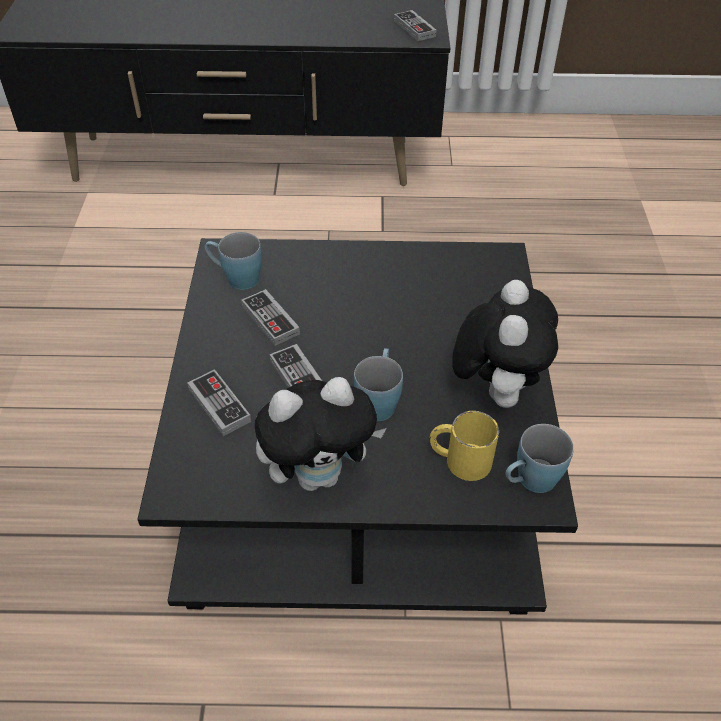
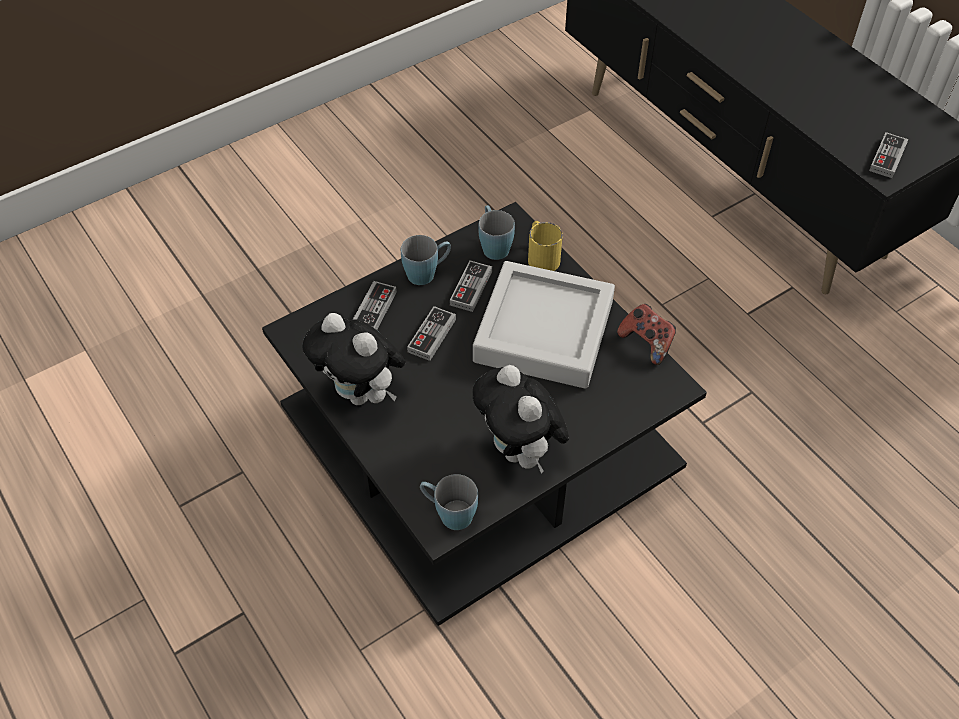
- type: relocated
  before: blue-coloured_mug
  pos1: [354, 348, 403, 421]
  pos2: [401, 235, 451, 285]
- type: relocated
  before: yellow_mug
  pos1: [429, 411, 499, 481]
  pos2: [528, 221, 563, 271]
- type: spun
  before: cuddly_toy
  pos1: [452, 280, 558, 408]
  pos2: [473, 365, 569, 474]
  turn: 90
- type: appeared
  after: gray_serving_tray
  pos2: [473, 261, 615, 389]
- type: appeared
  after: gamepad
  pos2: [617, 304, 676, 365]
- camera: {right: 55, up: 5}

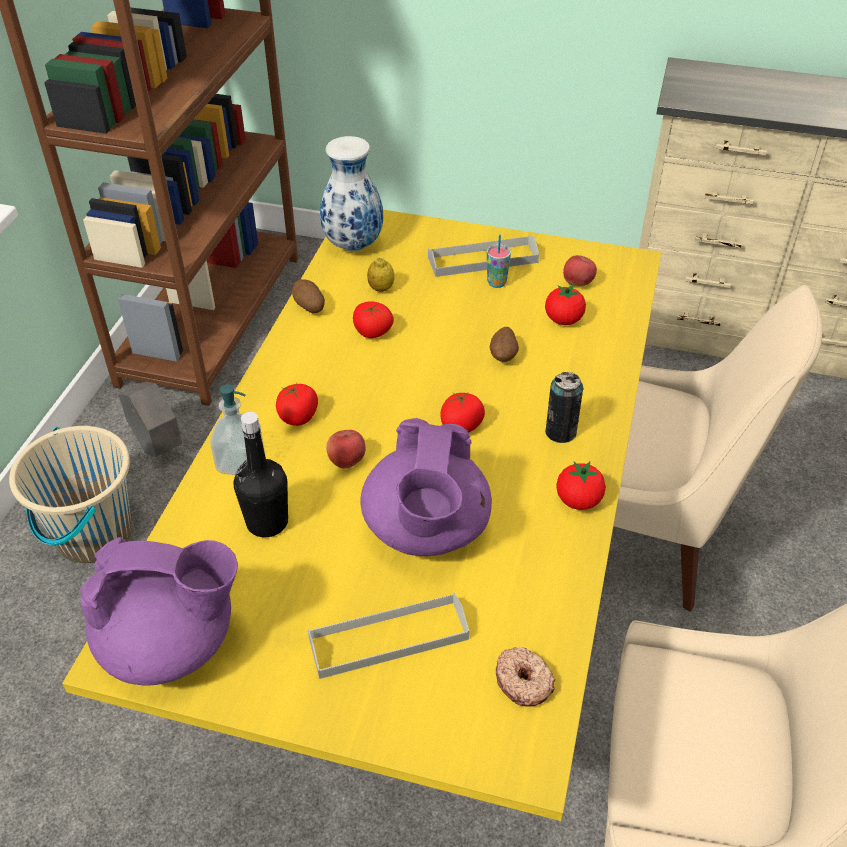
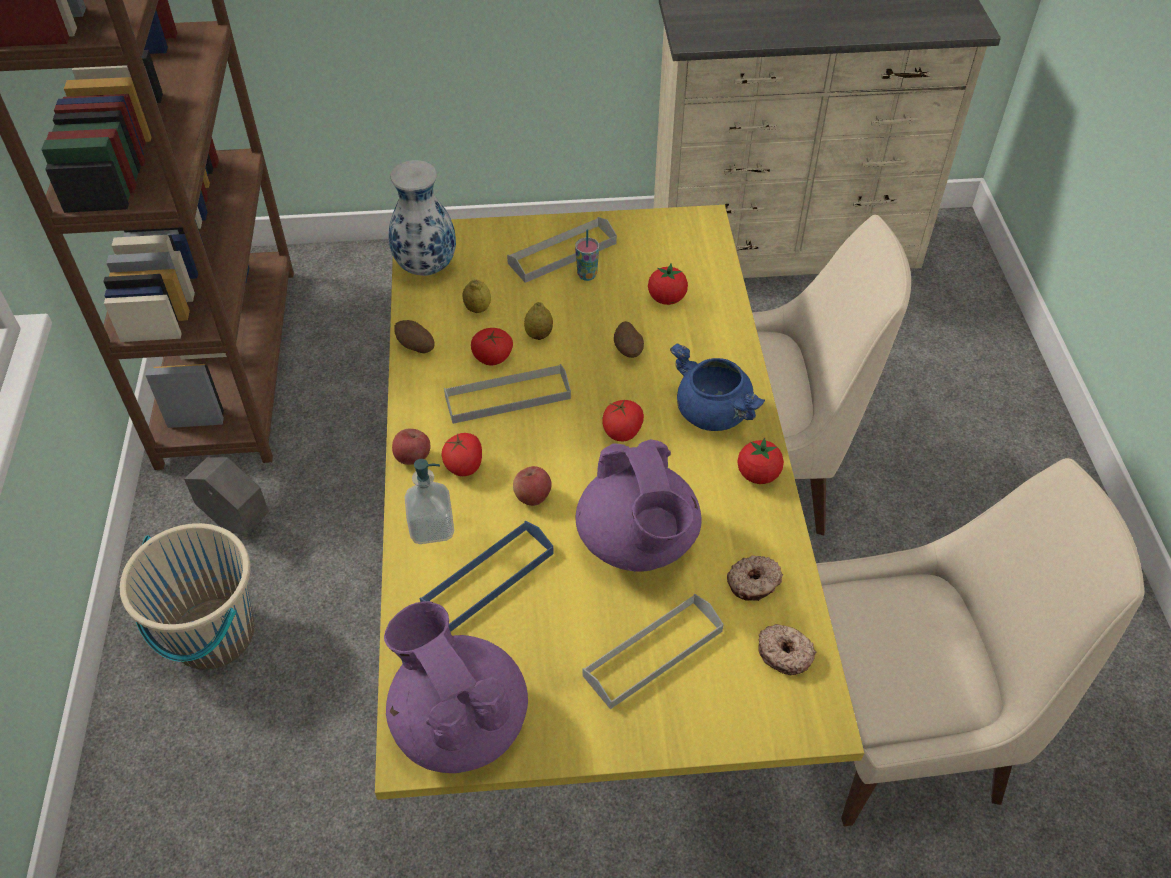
- type: spun
  before: purple-coloured_tea_pot
  pos1: [80, 537, 238, 686]
  pos2: [384, 601, 528, 773]
  turn: -105
- type: exchanged
  before: black_beverage_bottle
  after: blue-coloured_serving_tray
  pos1: [233, 412, 288, 537]
  pos2: [420, 521, 554, 632]
- type: exchanged
  before: metal_can
  after: blue-coloured_cooking_pot
  pos1: [545, 372, 584, 443]
  pos2: [670, 343, 765, 431]
- type: relocated
  before: whole_apple
  pos1: [563, 255, 597, 286]
  pos2: [392, 429, 430, 465]
- type: appeared
  after: gray_serving_tray
  pos2: [444, 364, 571, 424]
- type: appeared
  after: whole_lemon
  pos2: [524, 302, 553, 340]
- type: appeared
  after: doughnut
  pos2: [727, 555, 783, 601]
- camera: {right: -20, up: 5}

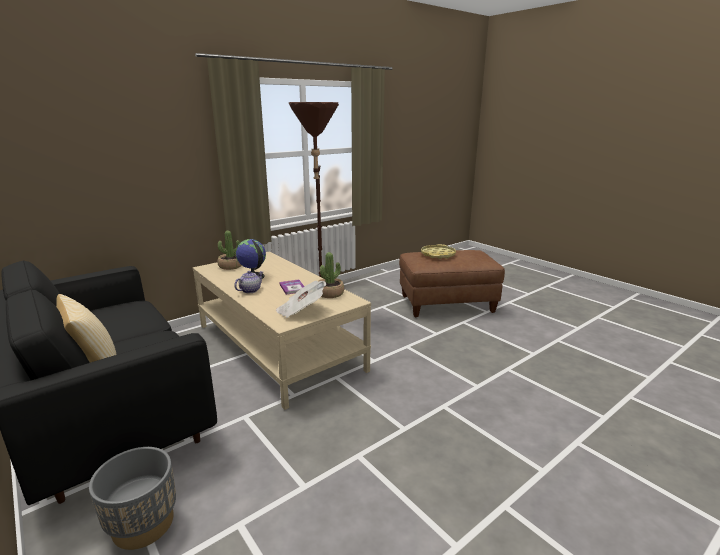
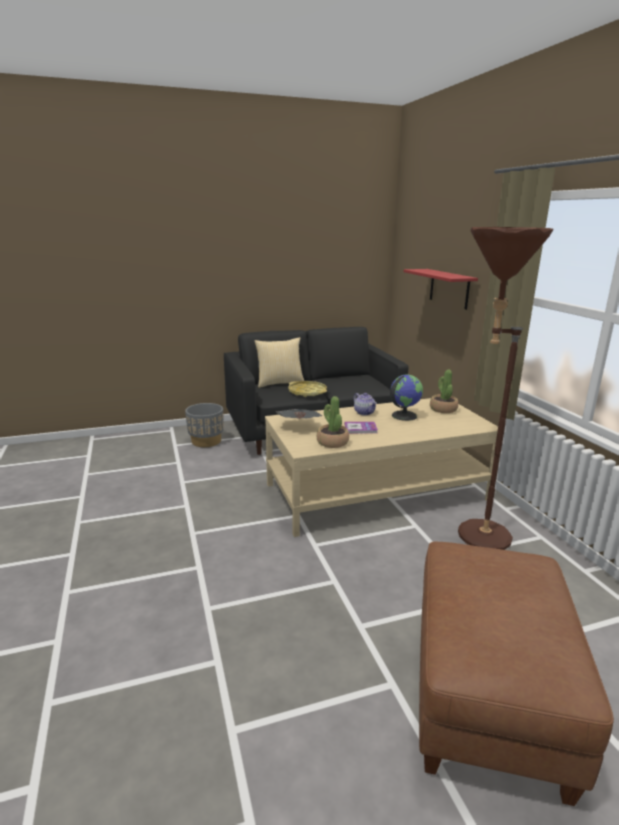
- type: relocated
  before: yellow_serving_tray
  pos1: [421, 244, 456, 259]
  pos2: [288, 381, 327, 397]
- type: appeared
  after: red_wall_shelf
  pos2: [404, 269, 478, 310]
- camera: {right: 110, up: 0}

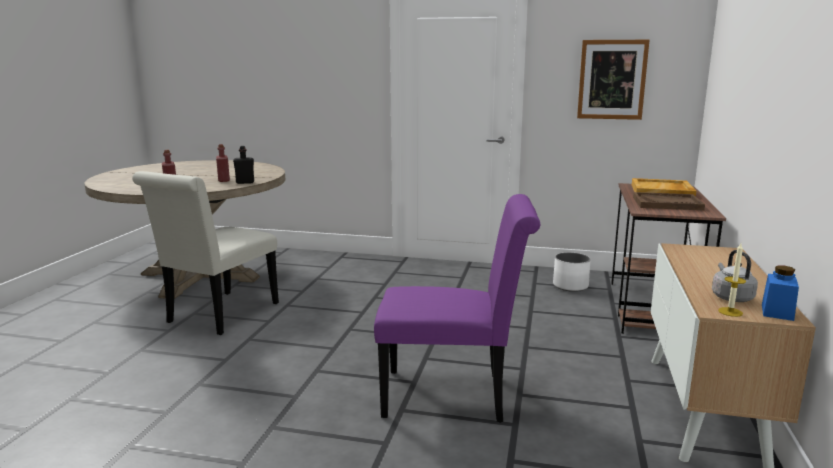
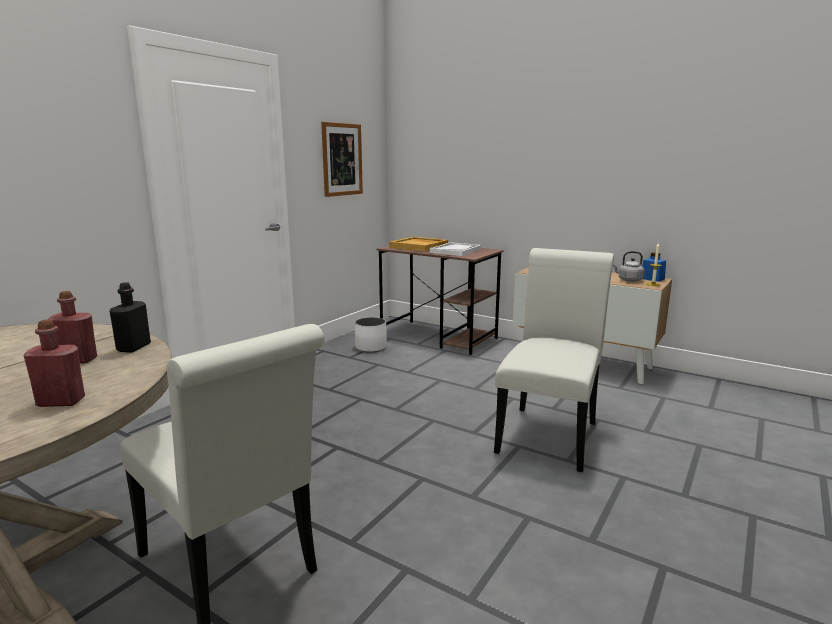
- type: colour
  before: purple-coloured_upright_chair
  after: white-coloured_upright_chair
  pos1: [374, 194, 540, 423]
  pos2: [494, 248, 614, 472]
- type: colour
  before: brown_serving_tray
  after: white-coloured_serving_tray
  pos1: [633, 192, 705, 210]
  pos2: [430, 242, 481, 256]
- camera: {right: -70, up: 0}

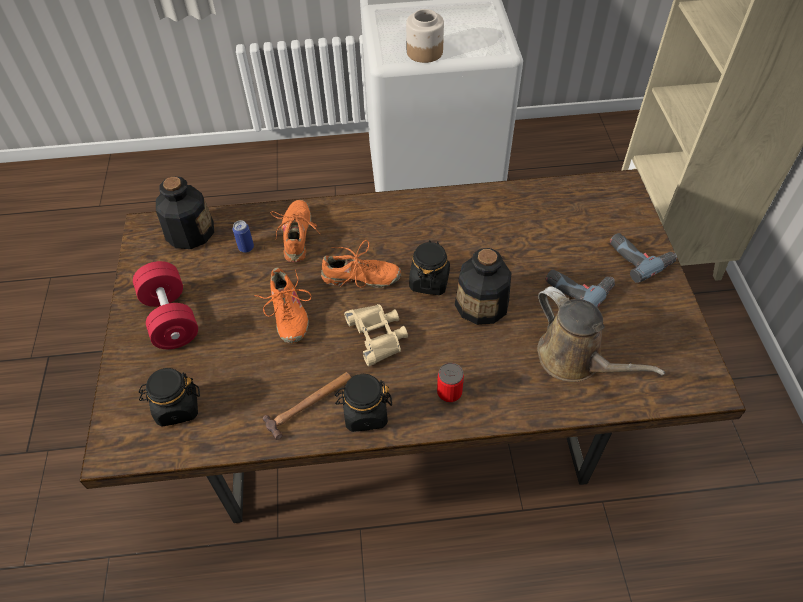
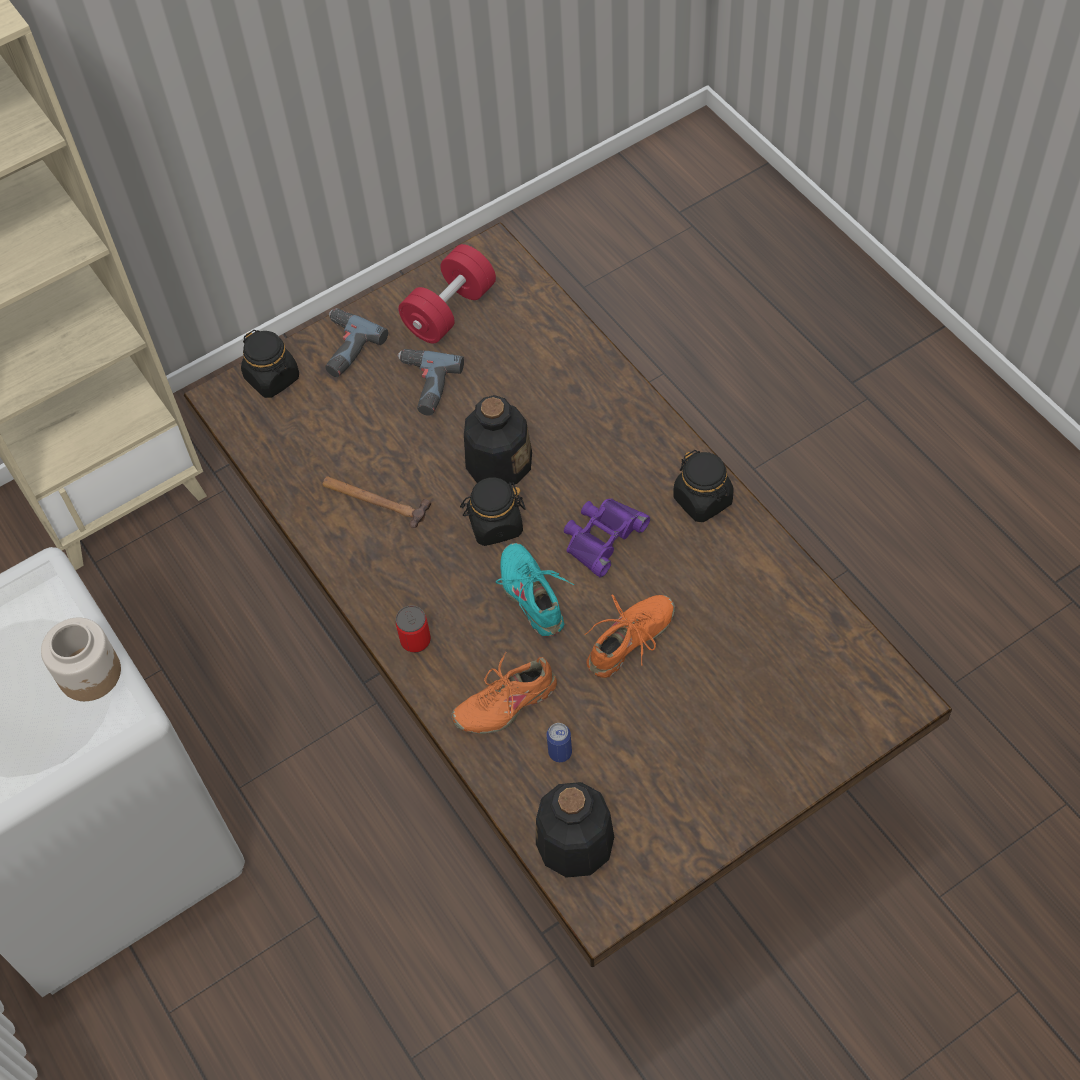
- type: relocated
  before: red_hand_weight
  pos1: [133, 261, 198, 349]
  pos2: [398, 244, 496, 343]
- type: relocated
  before: black_preserve_jar
  pos1: [139, 368, 200, 427]
  pos2: [241, 330, 299, 398]
- type: relocated
  before: hammer
  pos1: [263, 372, 351, 440]
  pos2: [322, 476, 431, 528]
- type: colour
  before: orangey_low_shoe
  after: blue-green_low_shoe
  pos1: [321, 240, 401, 288]
  pos2: [496, 543, 574, 637]
- type: colour
  before: beige_binoculars
  after: purple-coloured_binoculars
  pos1: [344, 304, 408, 366]
  pos2: [564, 499, 650, 578]
- type: relocated
  before: metal_can
  pos1: [437, 363, 464, 402]
  pos2: [396, 605, 431, 653]
- type: missing
  before: brown_sprinkling_can
  pos1: [537, 286, 666, 382]
- camera: {right: -115, up: 5}

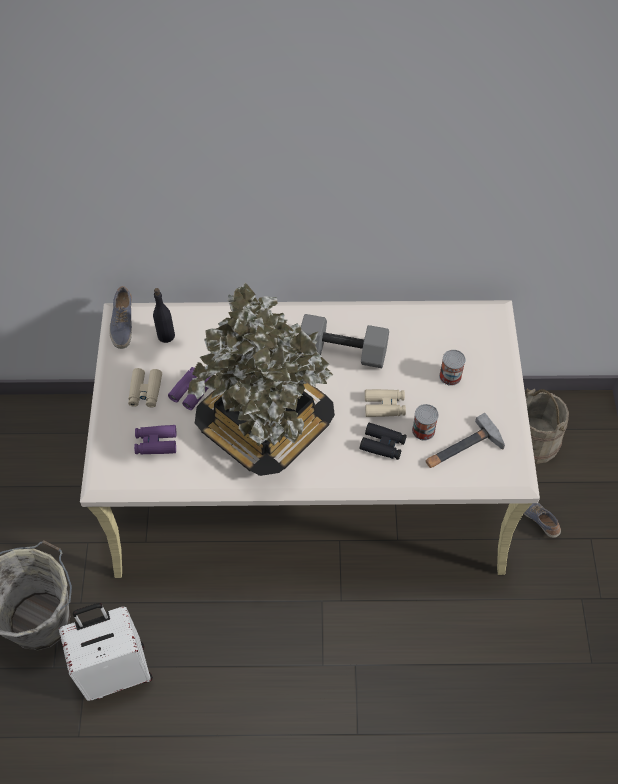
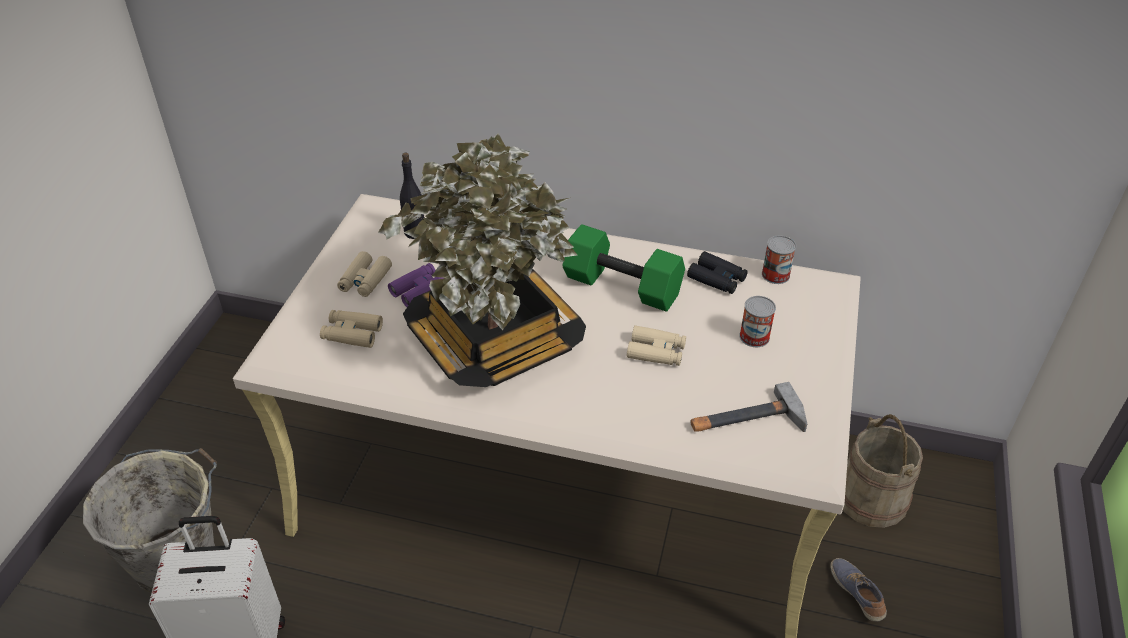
- type: missing
  before: low_shoe
  pos1: [109, 286, 132, 349]
- type: colour
  before: purple-coloured_binoculars
  after: beige_binoculars
  pos1: [134, 425, 176, 454]
  pos2: [320, 310, 383, 348]
- type: colour
  before: gray_hand_weight
  after: green-coloured_hand_weight
  pos1: [301, 314, 389, 368]
  pos2: [562, 224, 685, 312]
- type: relocated
  before: black_binoculars
  pos1: [359, 423, 407, 460]
  pos2: [687, 251, 748, 294]
- type: relocated
  before: metal_can
  pos1: [412, 404, 439, 440]
  pos2: [762, 236, 796, 284]
- camera: {right: 15, up: -15}

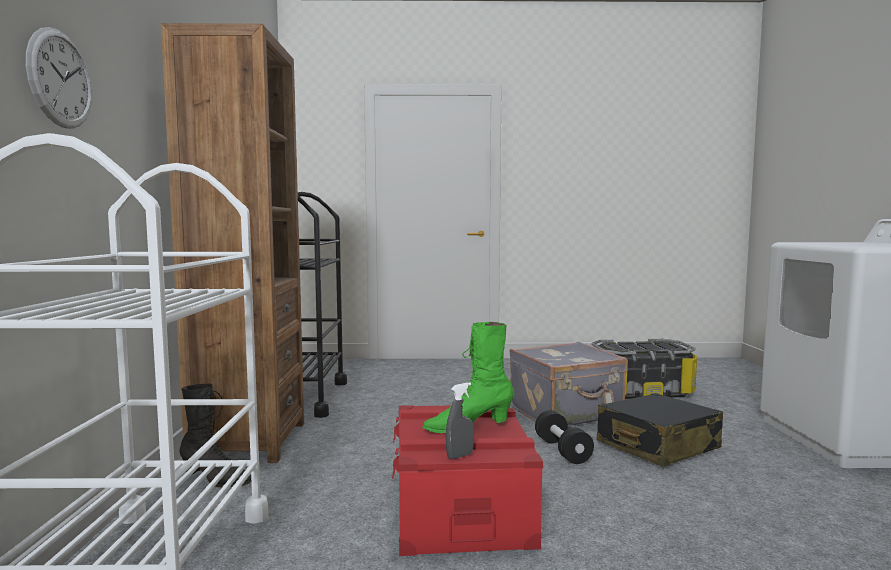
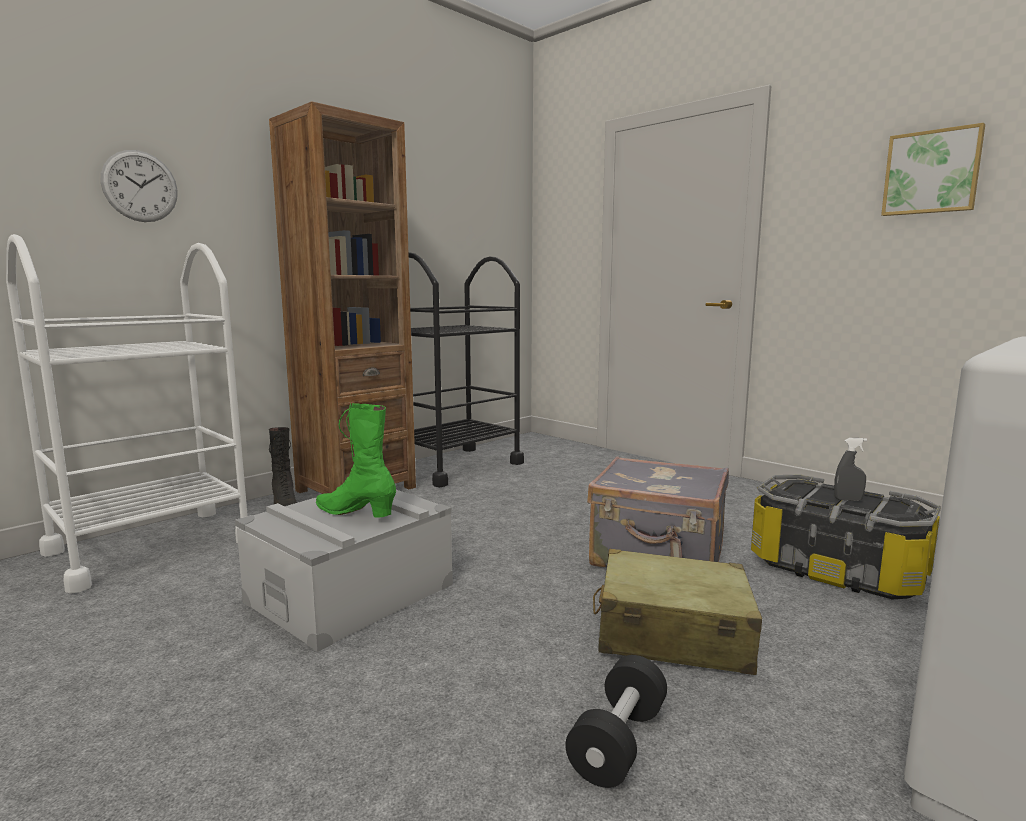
- type: colour
  before: red_storage_bin
  after: gray_storage_bin
  pos1: [392, 405, 543, 556]
  pos2: [235, 490, 453, 652]
- type: relocated
  before: gray_hand_sprayer
  pos1: [446, 382, 474, 459]
  pos2: [834, 438, 867, 501]
- type: relocated
  before: black_hand_weight
  pos1: [535, 410, 594, 464]
  pos2: [565, 655, 667, 788]
- type: colour
  before: black_piece_of_luggage
  after: beige_piece_of_luggage
  pos1: [597, 393, 723, 467]
  pos2: [593, 549, 762, 675]
- type: appeared
  after: wall_art
  pos2: [881, 123, 985, 216]
- camera: {right: 45, up: 5}

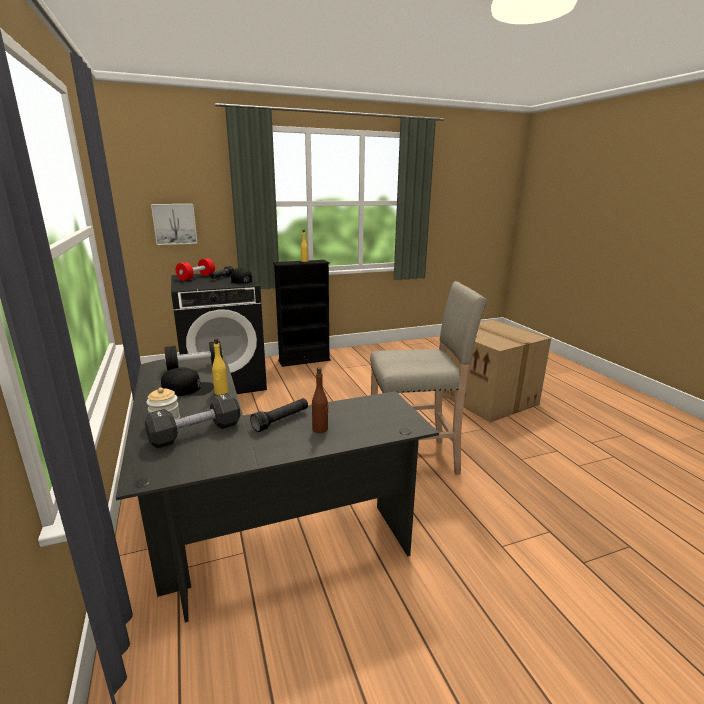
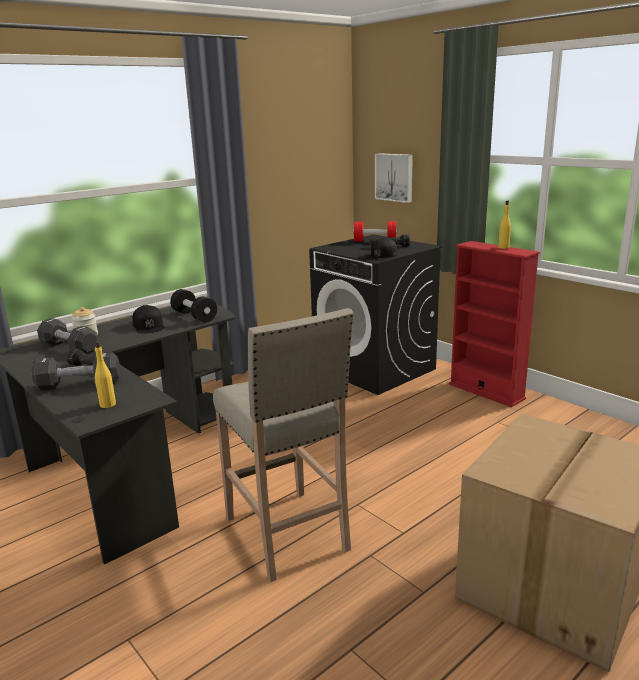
- type: relocated
  before: yellow_beverage_bottle
  pos1: [212, 338, 228, 395]
  pos2: [95, 341, 116, 408]
- type: colour
  before: black_shelving_unit
  after: red_shelving_unit
  pos1: [273, 260, 331, 367]
  pos2: [449, 241, 540, 407]
- type: exchanged
  before: brown_beverage_bottle
  after: black_hand_weight
  pos1: [312, 367, 328, 433]
  pos2: [31, 352, 120, 390]
- camera: {right: 70, up: 0}

